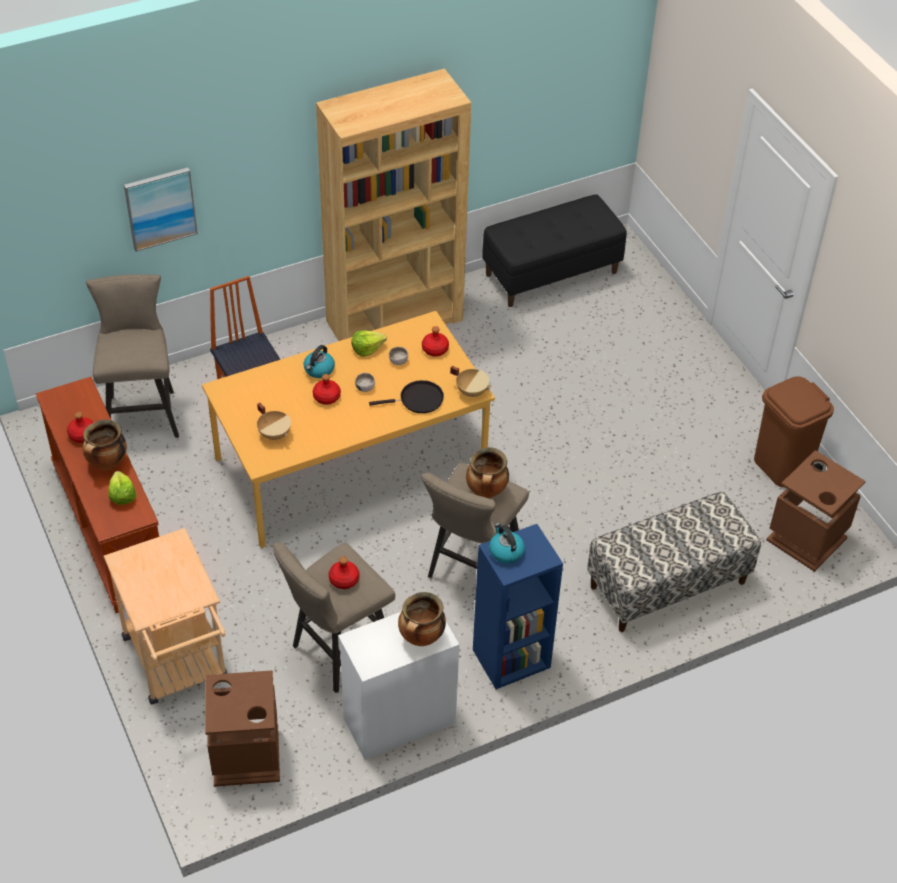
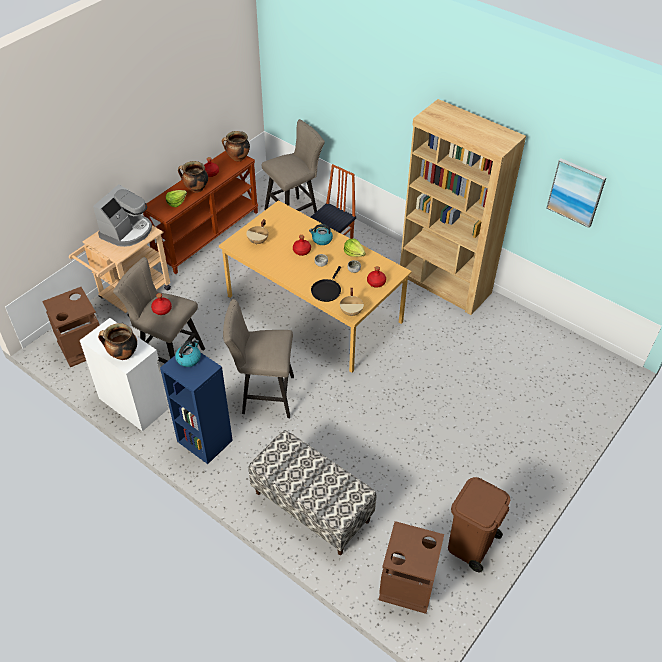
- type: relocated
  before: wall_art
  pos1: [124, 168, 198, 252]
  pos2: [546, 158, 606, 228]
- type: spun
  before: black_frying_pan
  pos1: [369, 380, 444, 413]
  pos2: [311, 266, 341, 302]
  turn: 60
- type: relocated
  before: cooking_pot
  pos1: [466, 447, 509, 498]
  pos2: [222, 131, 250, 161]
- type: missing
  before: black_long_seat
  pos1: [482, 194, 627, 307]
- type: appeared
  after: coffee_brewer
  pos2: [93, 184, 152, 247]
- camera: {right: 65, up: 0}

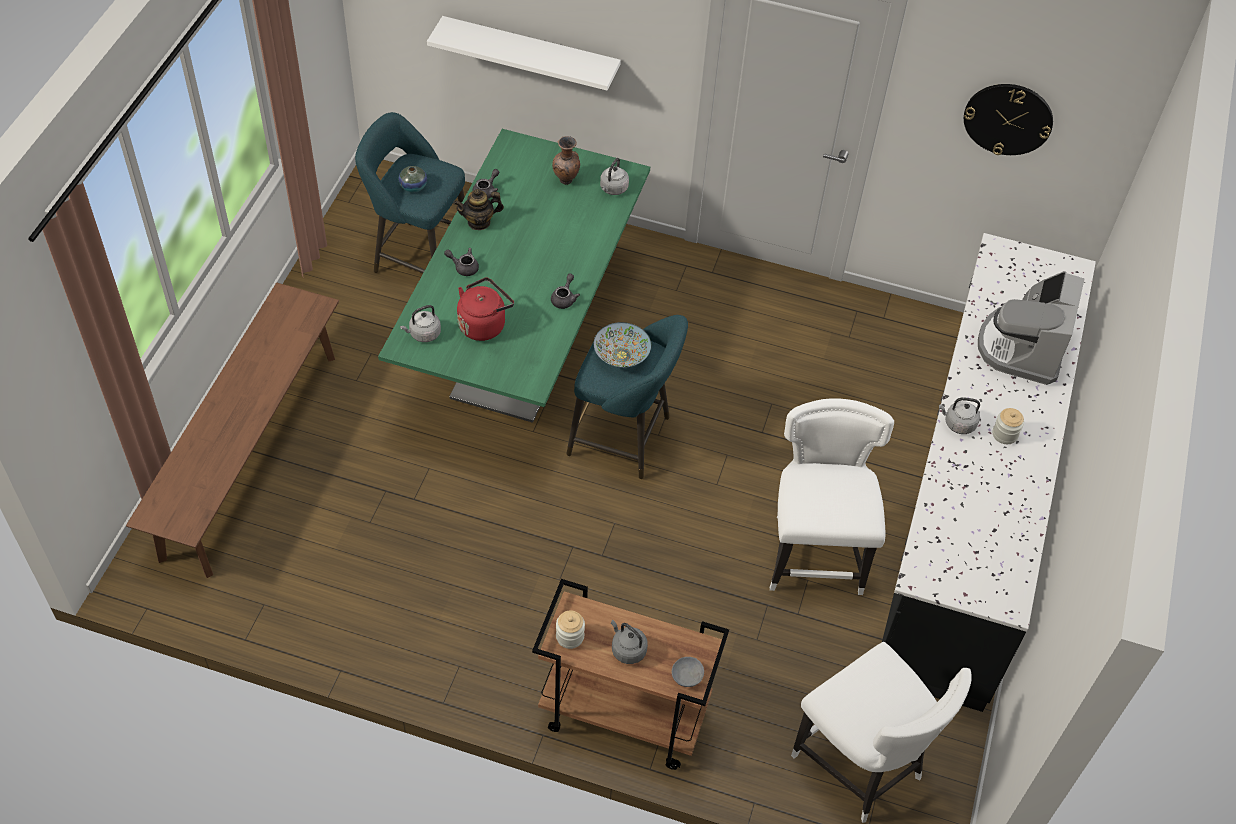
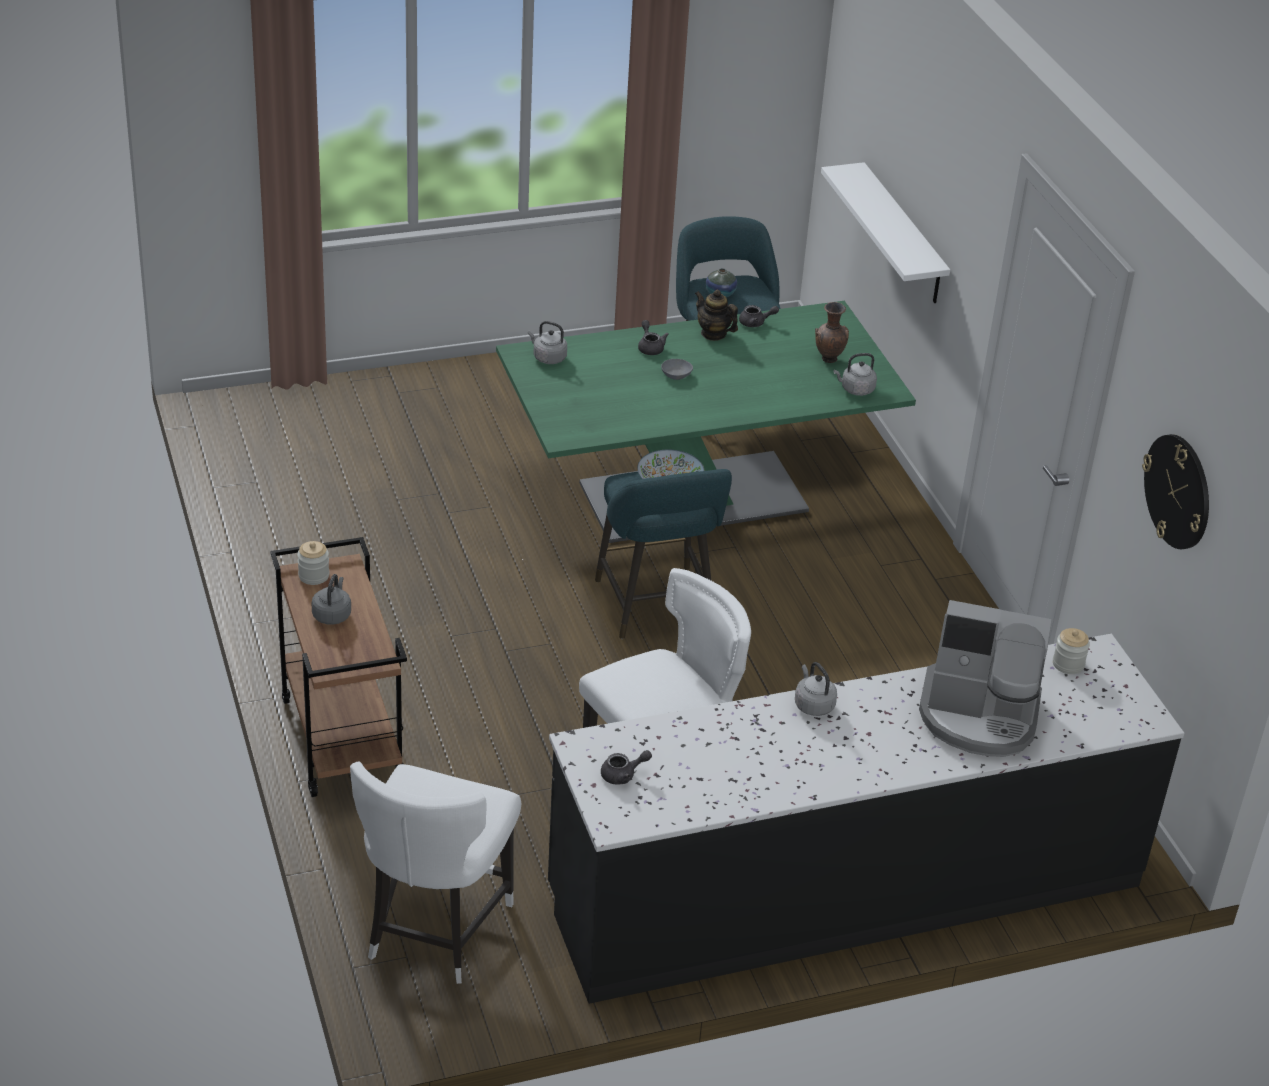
- type: missing
  before: brown_long_seat
  pos1: [126, 283, 339, 578]
- type: missing
  before: red_kettle
  pos1: [457, 277, 514, 341]
- type: relocated
  before: gray_tea_pot
  pos1: [551, 273, 580, 309]
  pos2: [601, 750, 652, 785]
- type: relocated
  before: gray_bowl
  pos1: [672, 657, 704, 687]
  pos2: [661, 359, 693, 380]
- type: spun
  before: coffee_brewer
  pos1: [978, 271, 1085, 385]
  pos2: [919, 600, 1052, 757]
  turn: -150
- type: relocated
  before: preserve_jar
  pos1: [992, 408, 1024, 444]
  pos2: [1053, 628, 1090, 674]
- camera: {right: 55, up: -15}

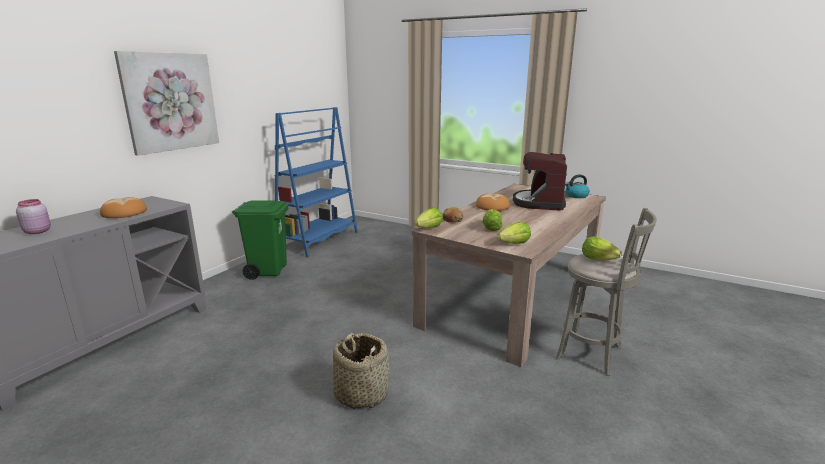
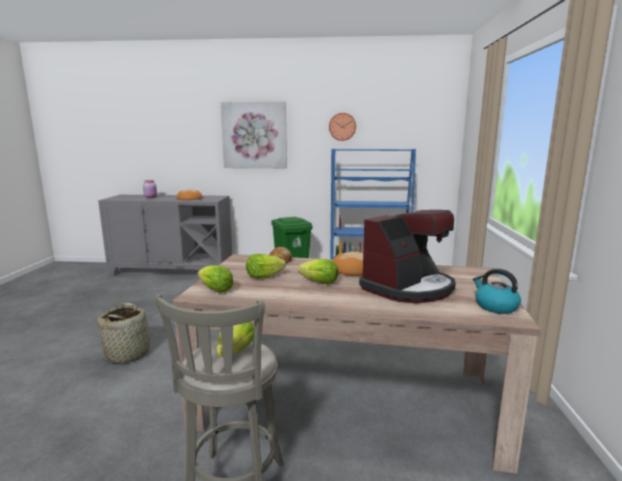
- type: relocated
  before: lettuce_head
  pos1: [414, 208, 443, 228]
  pos2: [298, 259, 338, 284]
- type: spun
  before: coffee_brewer
  pos1: [513, 152, 567, 211]
  pos2: [359, 210, 455, 303]
  turn: 150
- type: appeared
  after: wall_clock
  pos2: [329, 113, 356, 141]
- camera: {right: 65, up: -5}

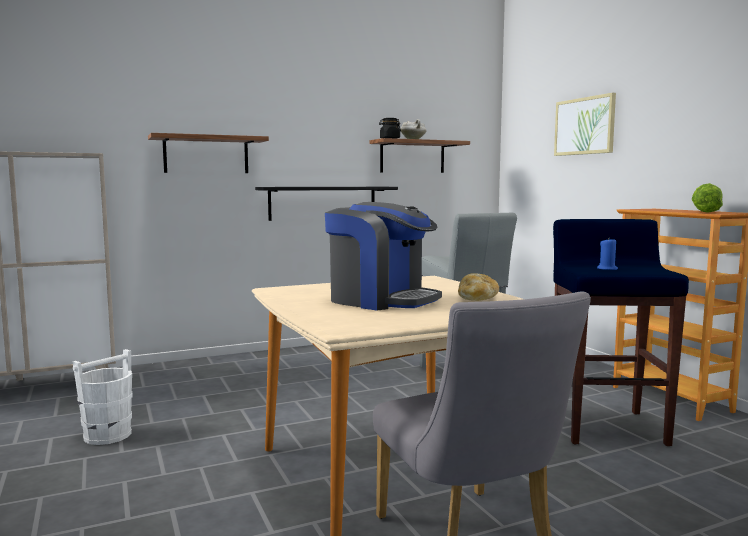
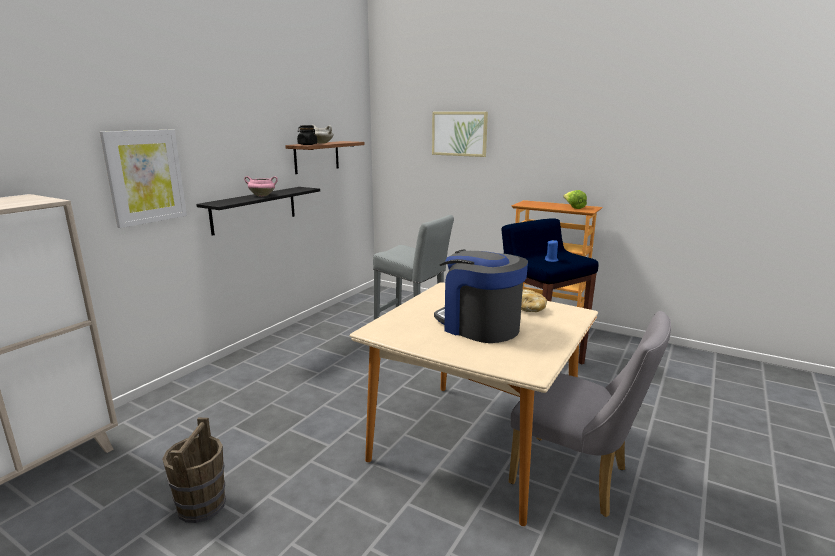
- type: colour
  before: white-coloured_pail
  after: brown_pail
  pos1: [73, 349, 133, 445]
  pos2: [162, 417, 226, 523]
- type: exchanged
  before: wall_shelf
  after: wall_art
  pos1: [148, 133, 269, 173]
  pos2: [100, 130, 187, 228]
- type: spun
  before: coffee_brewer
  pos1: [325, 202, 442, 311]
  pos2: [434, 249, 528, 343]
  turn: -135
- type: appeared
  after: pink-coloured_cooking_pot
  pos2: [244, 176, 278, 197]
- camera: {right: -35, up: 10}

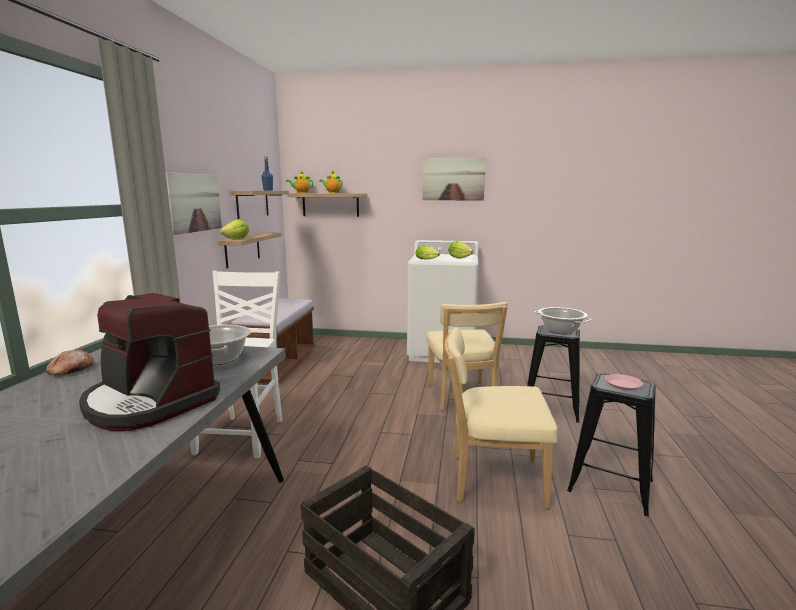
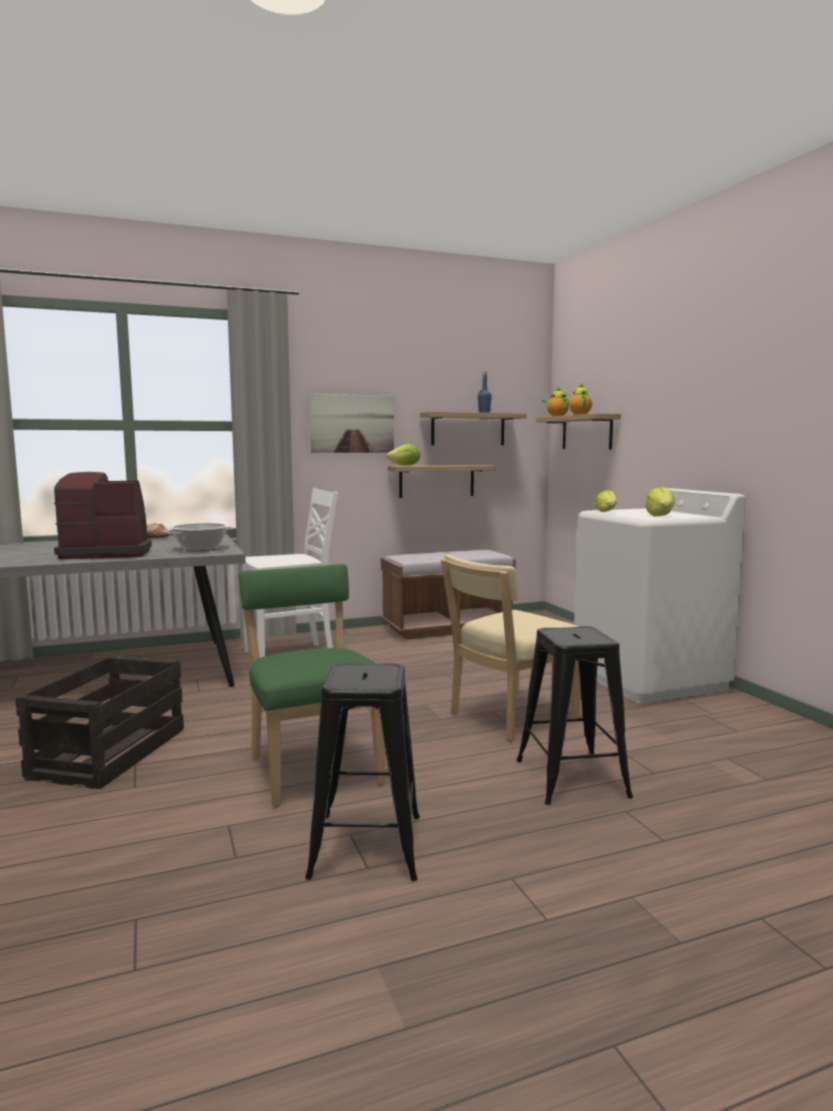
- type: spun
  before: coffee_brewer
  pos1: [79, 293, 220, 431]
  pos2: [54, 472, 152, 559]
  turn: 75
- type: missing
  before: wall_art
  pos1: [422, 157, 486, 200]
- type: colour
  before: beige_upright_chair
  after: green-coloured_upright_chair
  pos1: [445, 327, 558, 509]
  pos2: [238, 564, 385, 807]
- type: missing
  before: cooking_pot
  pos1: [534, 307, 592, 334]
- type: missing
  before: pink-coloured_dinner_plate
  pos1: [605, 374, 643, 390]
- camera: {right: 60, up: -5}

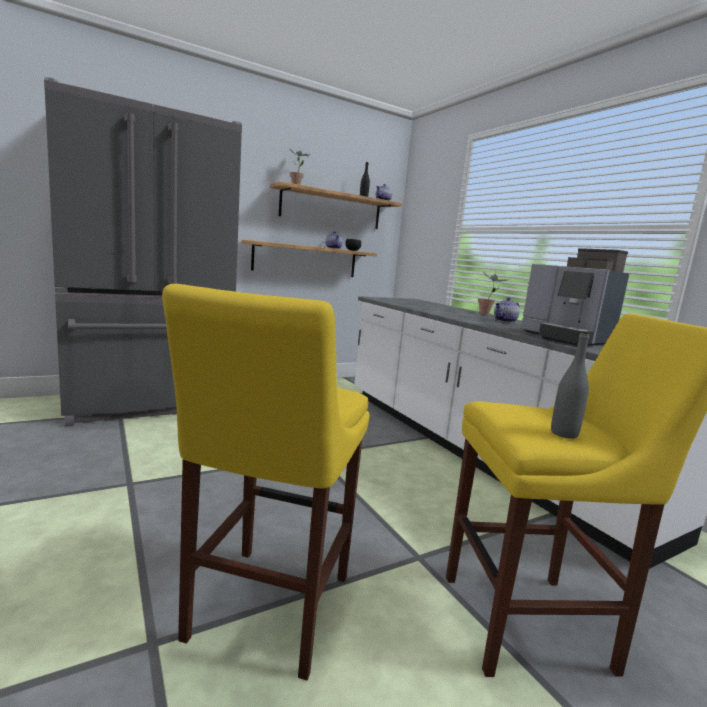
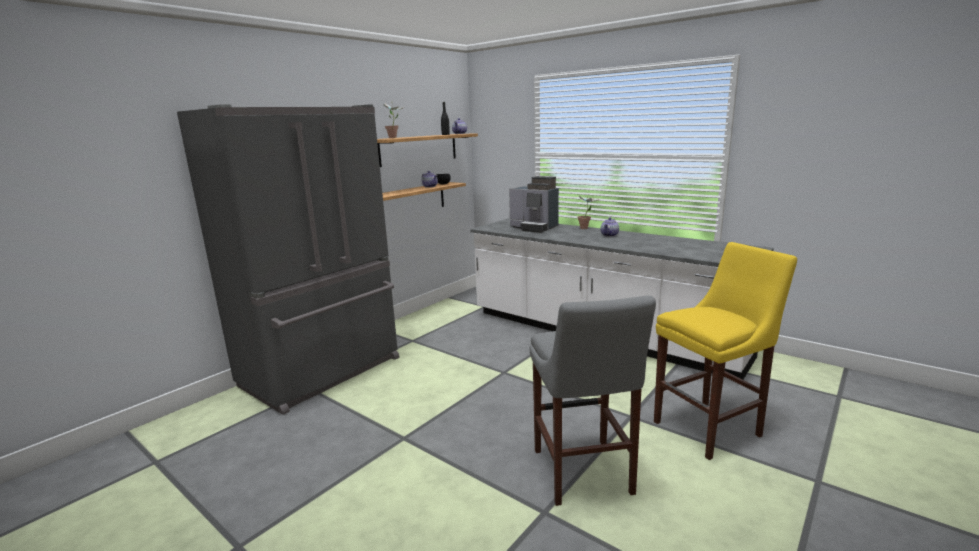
- type: colour
  before: yellow_stool_seat
  after: gray_stool_seat
  pos1: [162, 284, 370, 680]
  pos2: [530, 296, 656, 506]
- type: relocated
  before: coffee_brewer
  pos1: [521, 248, 630, 346]
  pos2: [509, 176, 559, 233]
- type: missing
  before: gray_beverage_bottle
  pos1: [551, 331, 589, 439]
- camera: {right: -20, up: 5}

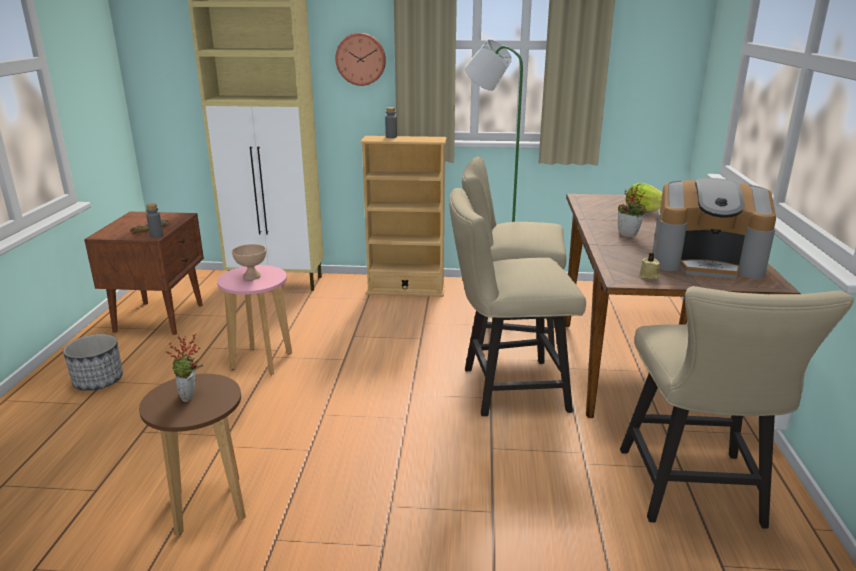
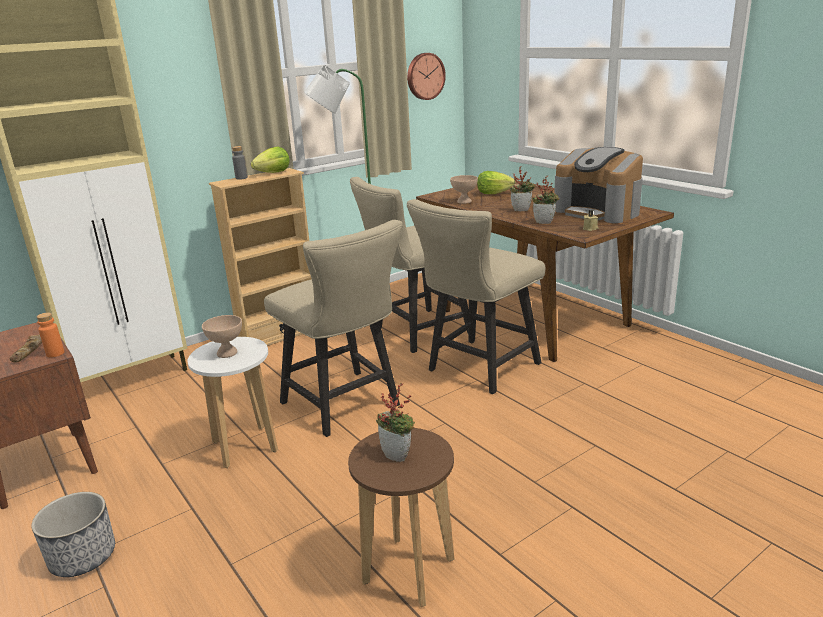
- type: colour
  before: gray_beverage_bottle
  after: orangey_beverage_bottle
  pos1: [146, 204, 163, 238]
  pos2: [37, 312, 64, 358]
- type: colour
  before: pink-coloured_stool_seat
  after: white-coloured_stool_seat
  pos1: [217, 265, 292, 375]
  pos2: [188, 337, 278, 468]
- type: relocated
  before: wall_clock
  pos1: [335, 33, 386, 86]
  pos2: [407, 53, 446, 100]
- type: relocated
  before: beige_upright_chair
  pos1: [620, 286, 854, 529]
  pos2: [264, 220, 403, 437]
- type: spun
  before: coffee_brewer
  pos1: [652, 178, 776, 279]
  pos2: [554, 147, 643, 223]
  turn: 75
- type: appeared
  after: lettuce_head
  pos2: [251, 147, 290, 173]
- type: appeared
  after: beige_bowl
  pos2: [450, 175, 478, 204]
- type: appeared
  after: plant_in_a_pot
  pos2: [533, 176, 560, 224]
- camera: {right: -40, up: 0}

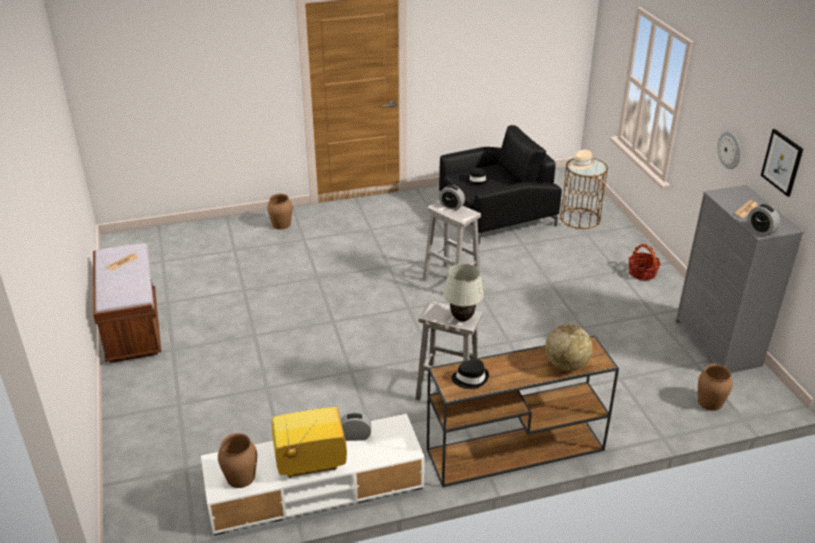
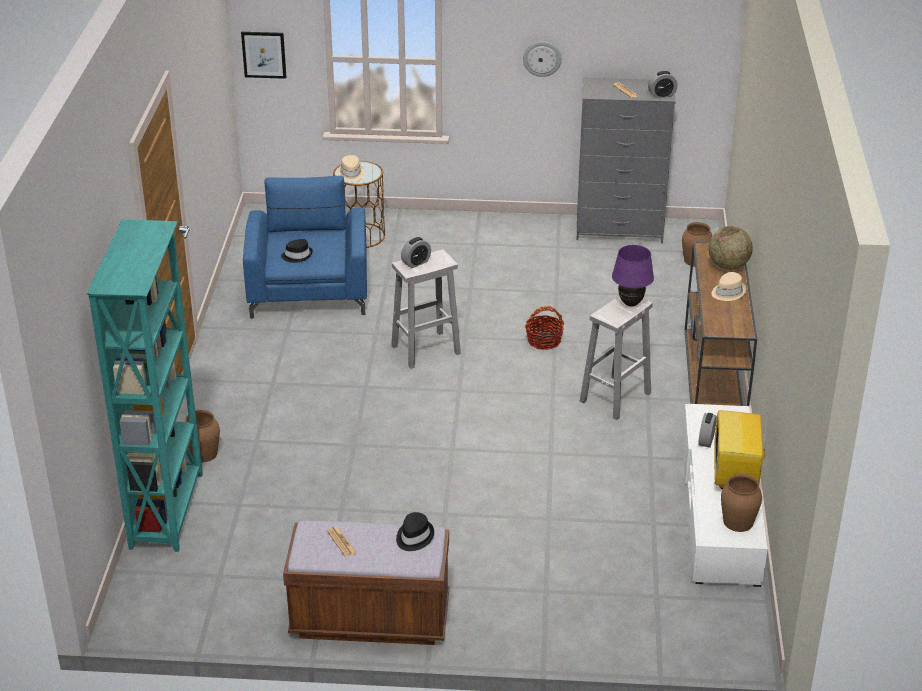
- type: colour
  before: black_armchair
  after: blue-coloured_armchair
  pos1: [439, 125, 562, 244]
  pos2: [243, 176, 367, 319]
- type: colour
  before: white-coloured_tabletop_lamp
  after: purple-coloured_tabletop_lamp
  pos1: [443, 264, 484, 322]
  pos2: [612, 245, 654, 306]
- type: relocated
  before: black_hat
  pos1: [451, 359, 489, 389]
  pos2: [396, 512, 434, 551]
- type: relocated
  before: basket
  pos1: [629, 244, 661, 280]
  pos2: [525, 306, 564, 350]
- type: relocated
  before: wall_art
  pos1: [761, 129, 803, 197]
  pos2: [241, 32, 287, 79]
- type: appeared
  after: blue-green_shelving_unit
  pos2: [87, 219, 203, 552]
- type: appeared
  after: beige_hat
  pos2: [711, 272, 746, 301]
- camera: {right: -70, up: 0}

